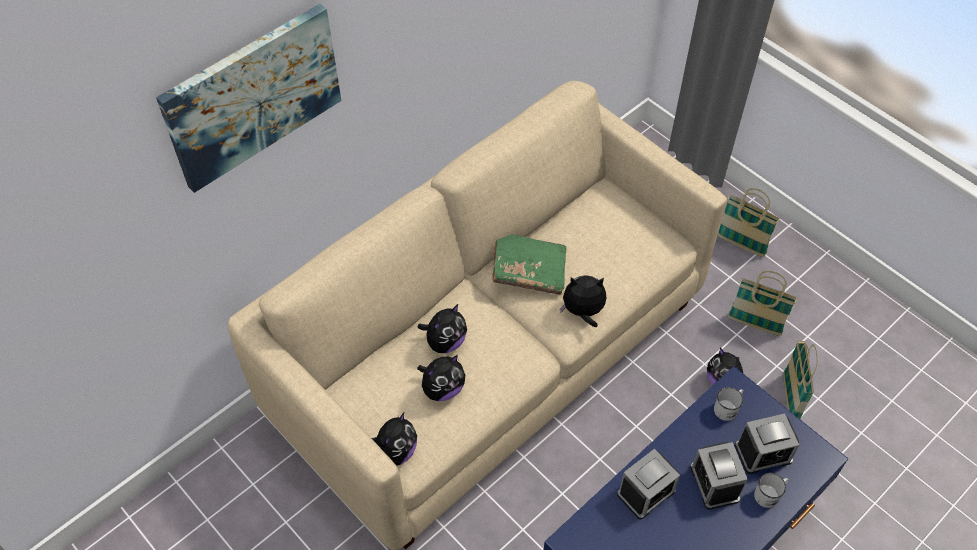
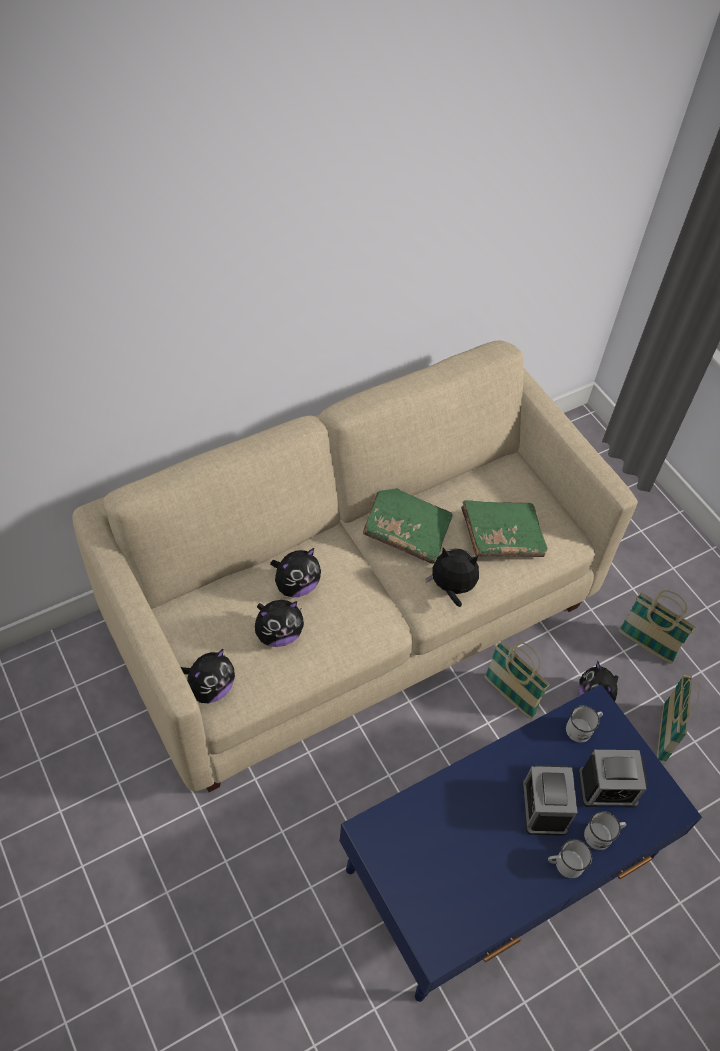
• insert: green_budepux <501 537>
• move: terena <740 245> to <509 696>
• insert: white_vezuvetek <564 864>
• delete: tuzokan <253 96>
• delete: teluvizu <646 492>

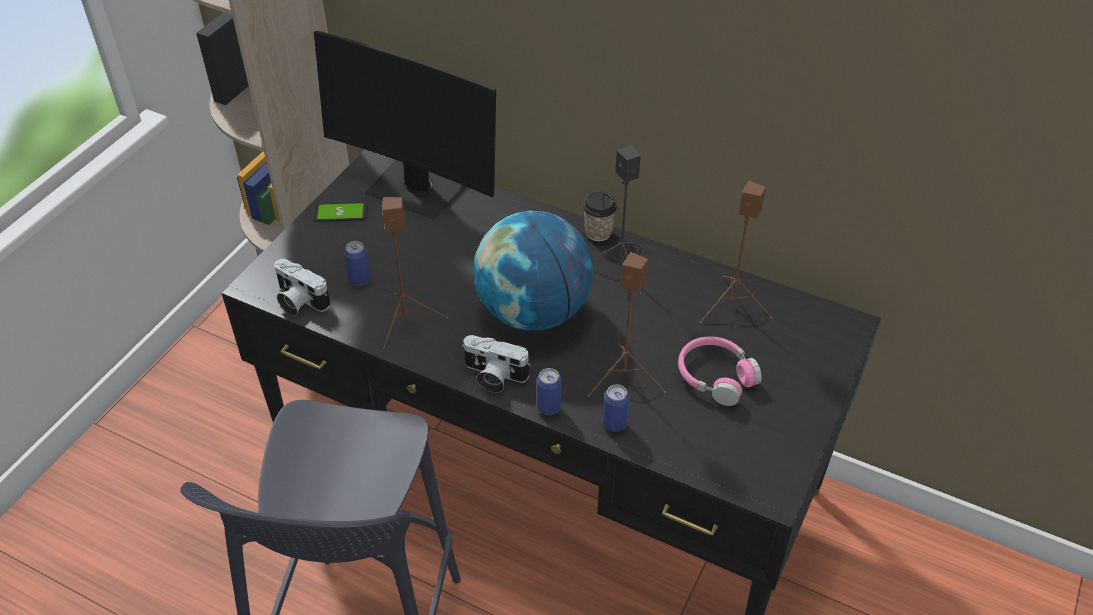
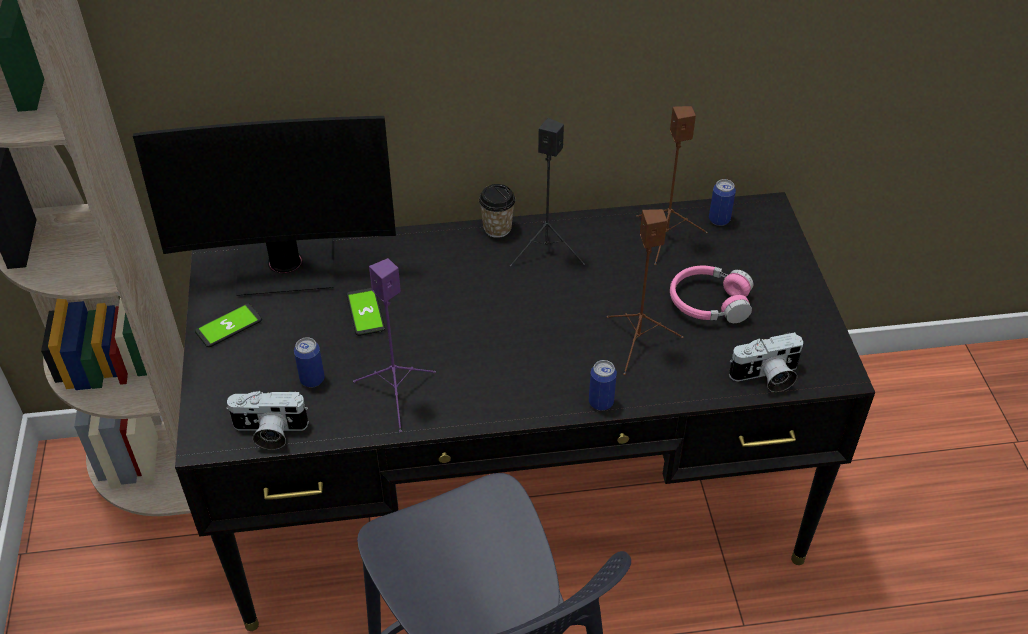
• insert: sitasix <365 312>
• recolor: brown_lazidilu <405 321> to purple_lazidilu <397 395>
• move: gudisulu <614 424> to <719 219>
• move: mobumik <493 376> to <766 377>
• delete: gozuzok <534 311>

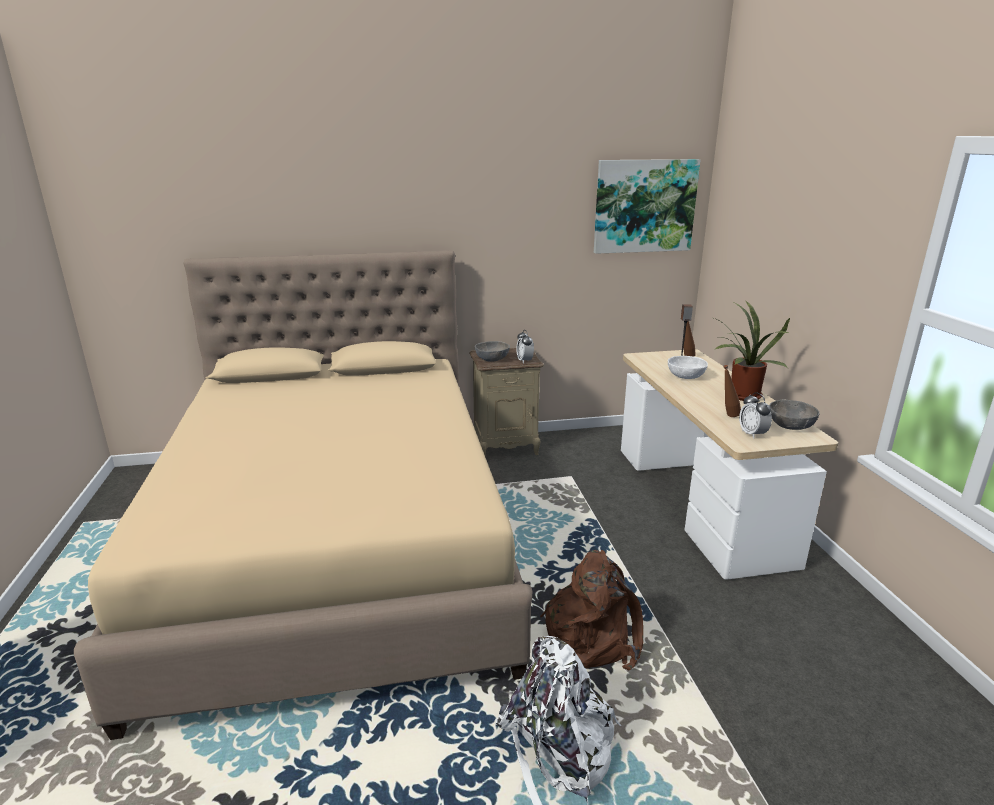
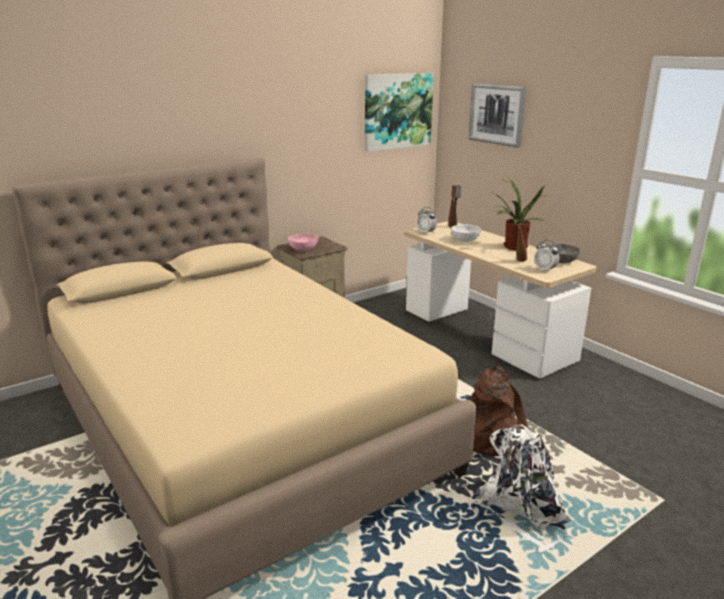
• recolor: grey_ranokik <492 359> to pink_ranokik <303 249>
• move: teluvizu <524 361> to <426 232>
• insert: tuzokan <496 114>

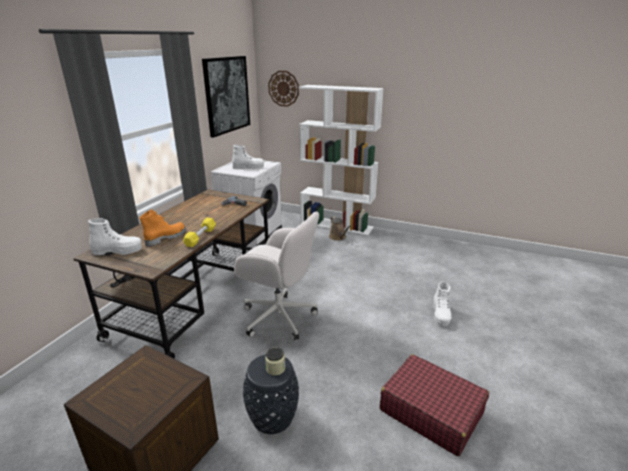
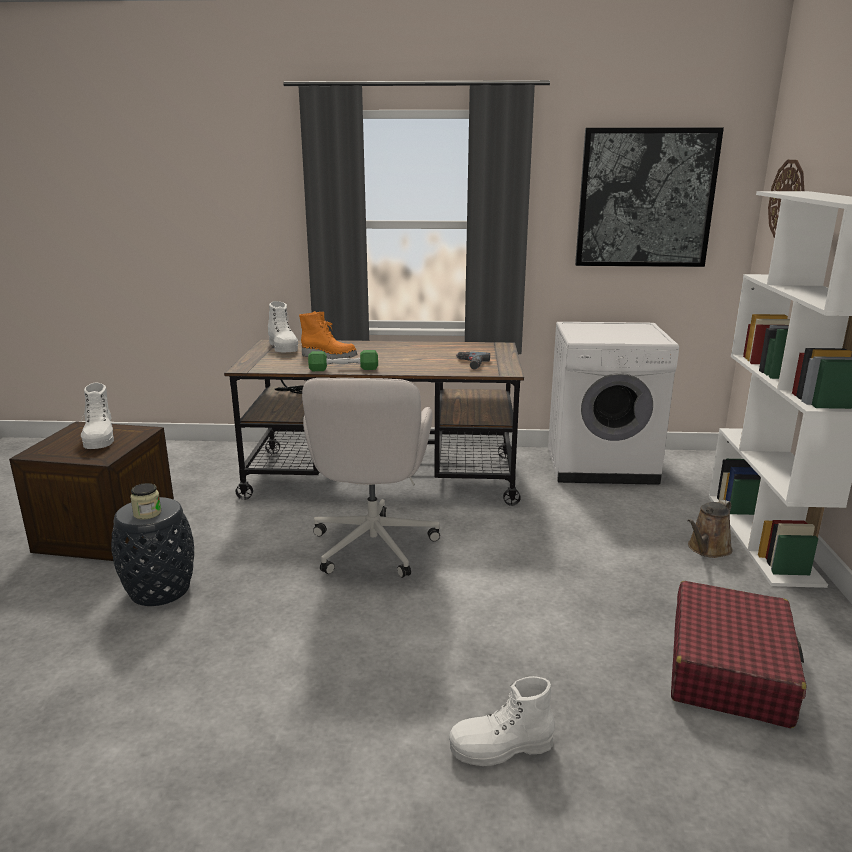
• move: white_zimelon <248 167> to <100 439>
• recolor: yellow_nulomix <200 237> to green_nulomix <343 369>
• move: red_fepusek <430 411> to <729 669>

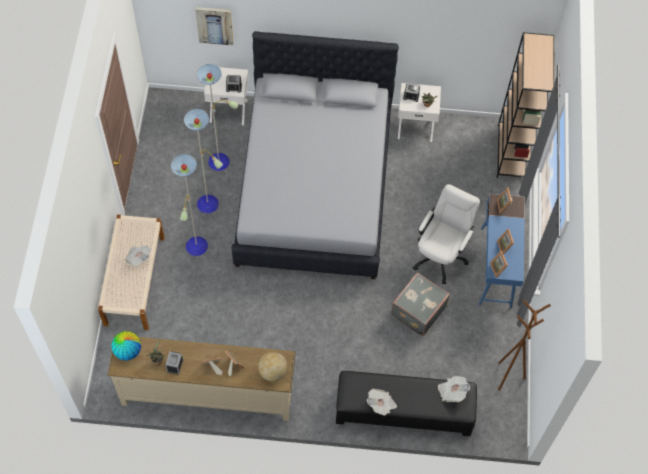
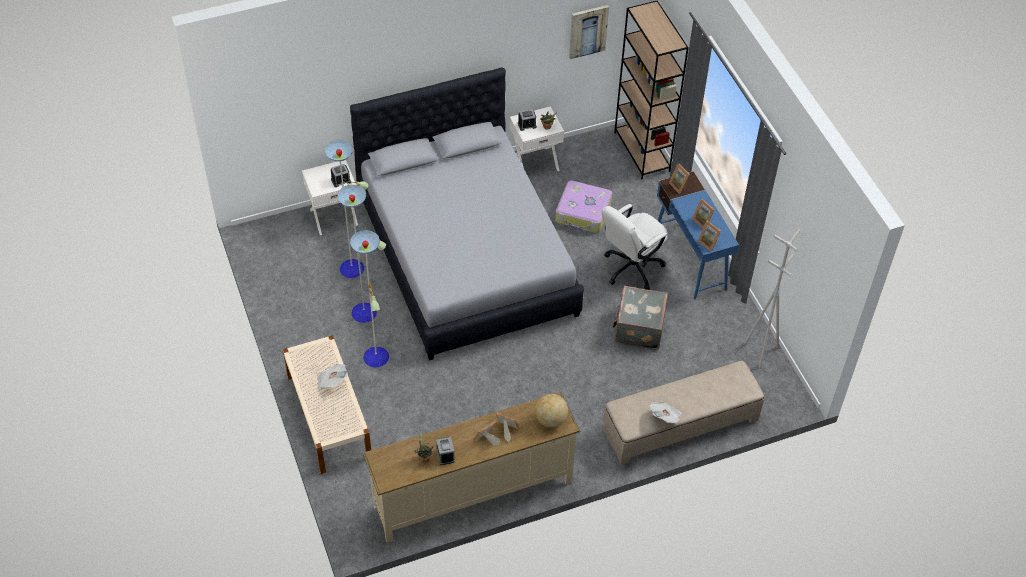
• insert: fepusek <583 213>
• move: tuzokan <215 25> to <588 31>
• rotate: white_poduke <440 256> = <630 270> 135 degrees counterclockwise
• recolor: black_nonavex <403 410> to beige_nonavex <680 424>
• recolor: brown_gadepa <507 377> to grey_gadepa <760 353>
• delete: gozuzok <128 351>
• delete: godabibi <452 391>

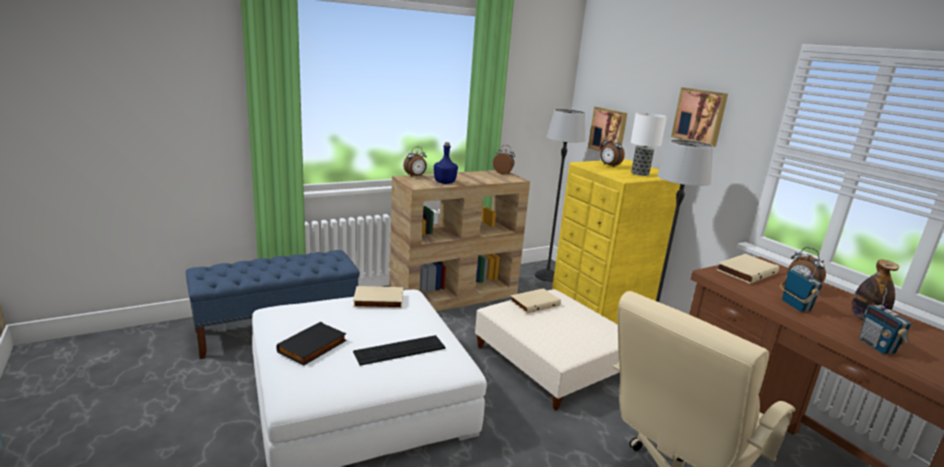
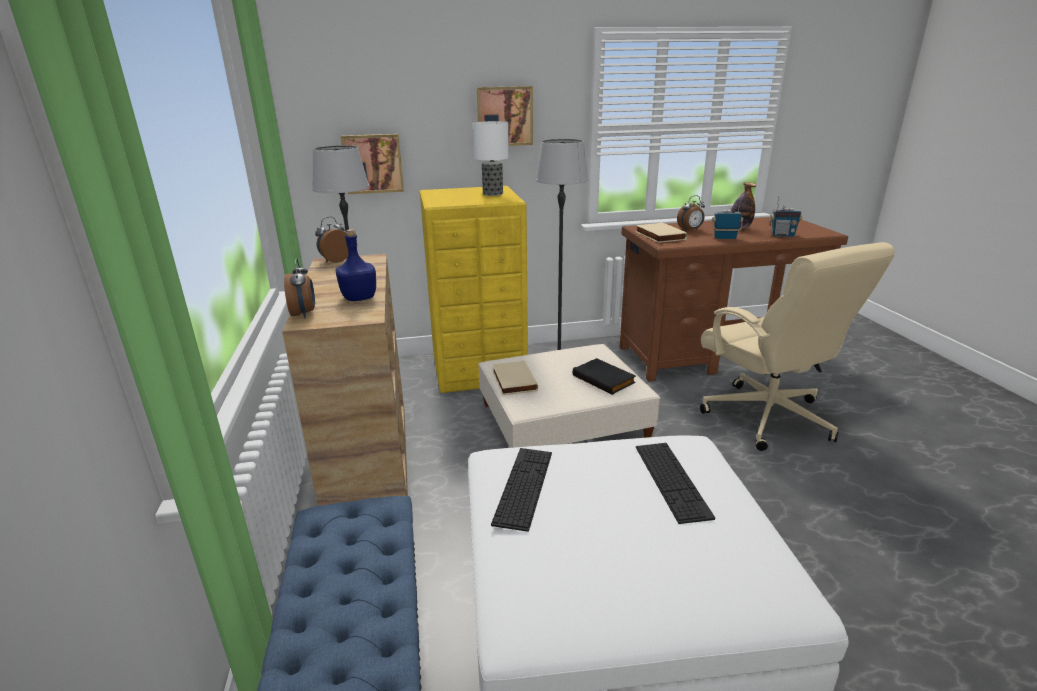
• replace: beige_budepux <378 301> to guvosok <524 486>
• move: black_budepux <313 347> to <604 379>
• delete: teluvizu <609 166>

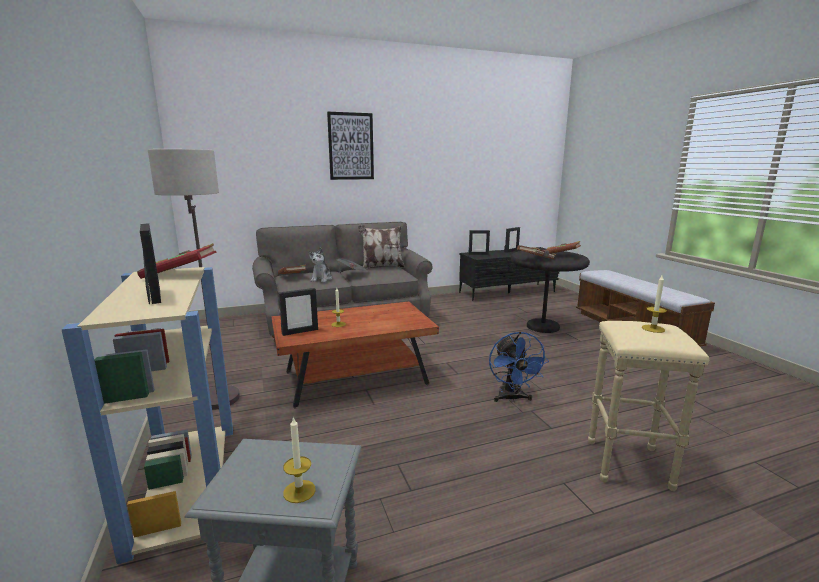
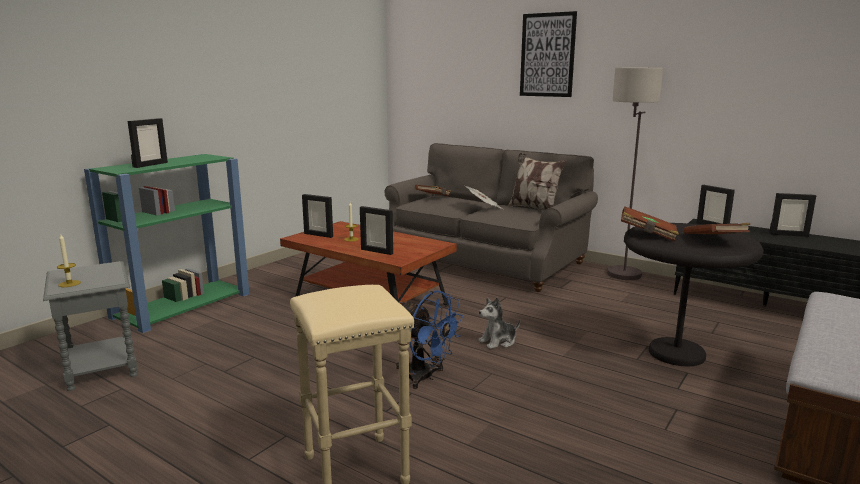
• recolor: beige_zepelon <187 482> to green_zepelon <183 305>
• insert: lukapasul <377 251>
• rotate: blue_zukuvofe <512 398> = <425 377> 105 degrees counterclockwise
• move: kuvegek <321 279> to <498 342>
• move: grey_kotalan <218 405> to <620 277>
• delete: red_budepux <180 274>
• delete: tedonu <653 328>

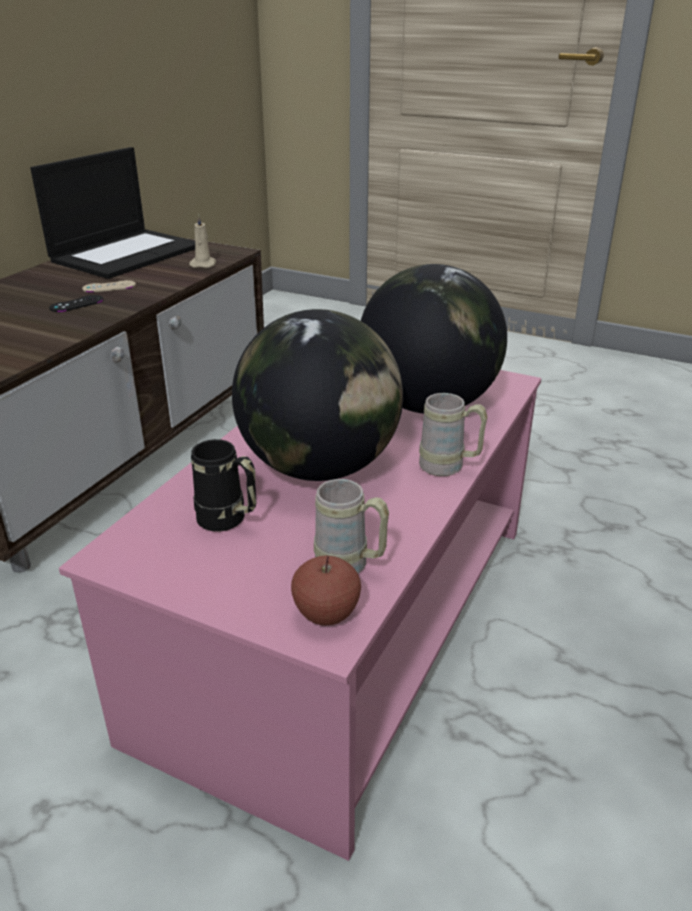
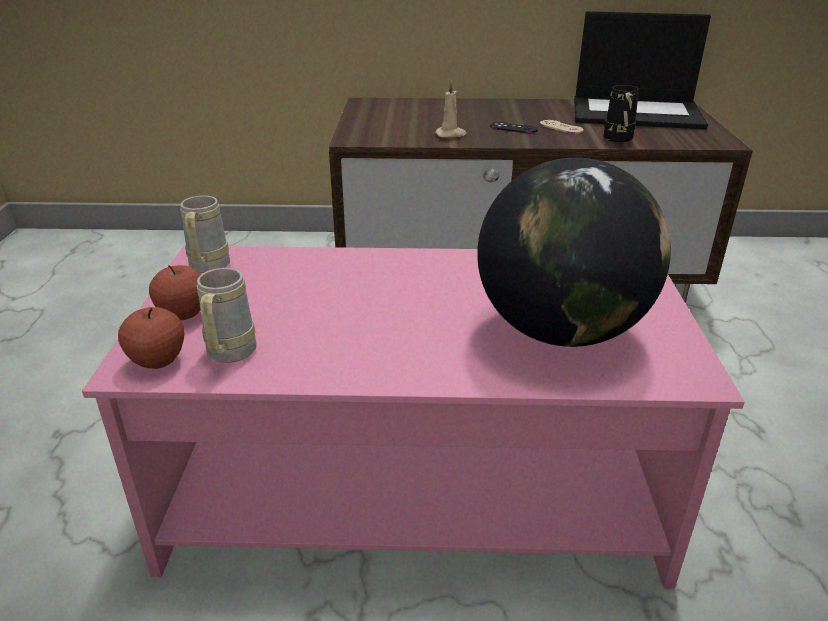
• insert: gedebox <183 314>
• move: beige_vezuvetek <449 468> to <207 269>
• move: beige_tedonu <203 264> to <451 134>
• move: black_vezuvetek <228 522> to <618 140>
• delete: gozuzok <319 467>

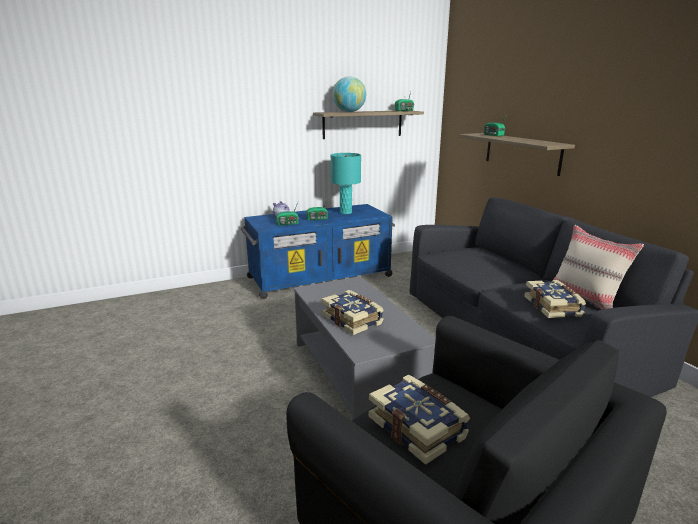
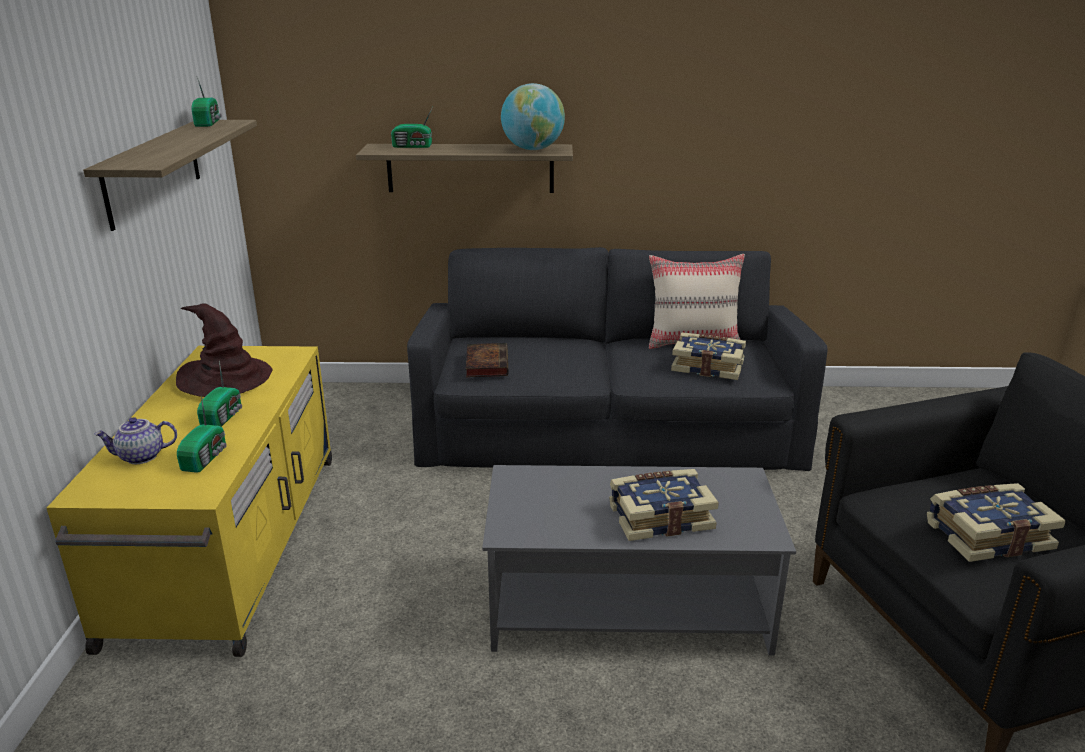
• recolor: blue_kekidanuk <321 277> to yellow_kekidanuk <232 542>
• replace: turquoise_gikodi <345 212> to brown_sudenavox <225 379>
• insert: budepux <486 363>
• move: gozuzok <349 112> to <532 149>

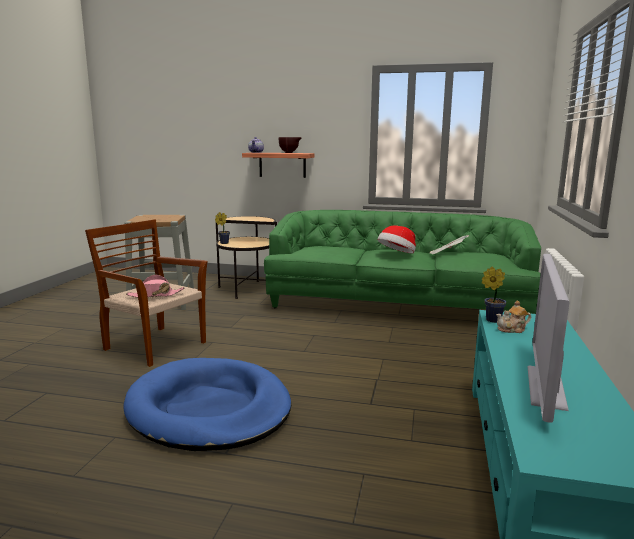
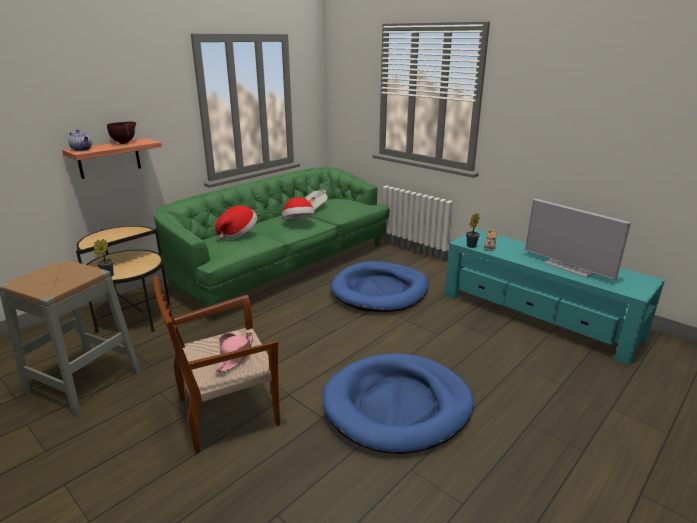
• insert: sudenavox <238 234>
• insert: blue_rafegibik <380 291>

